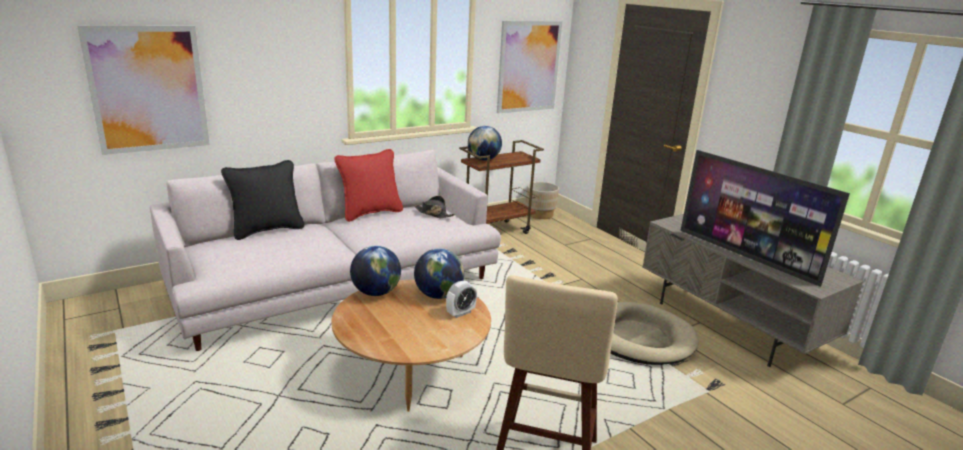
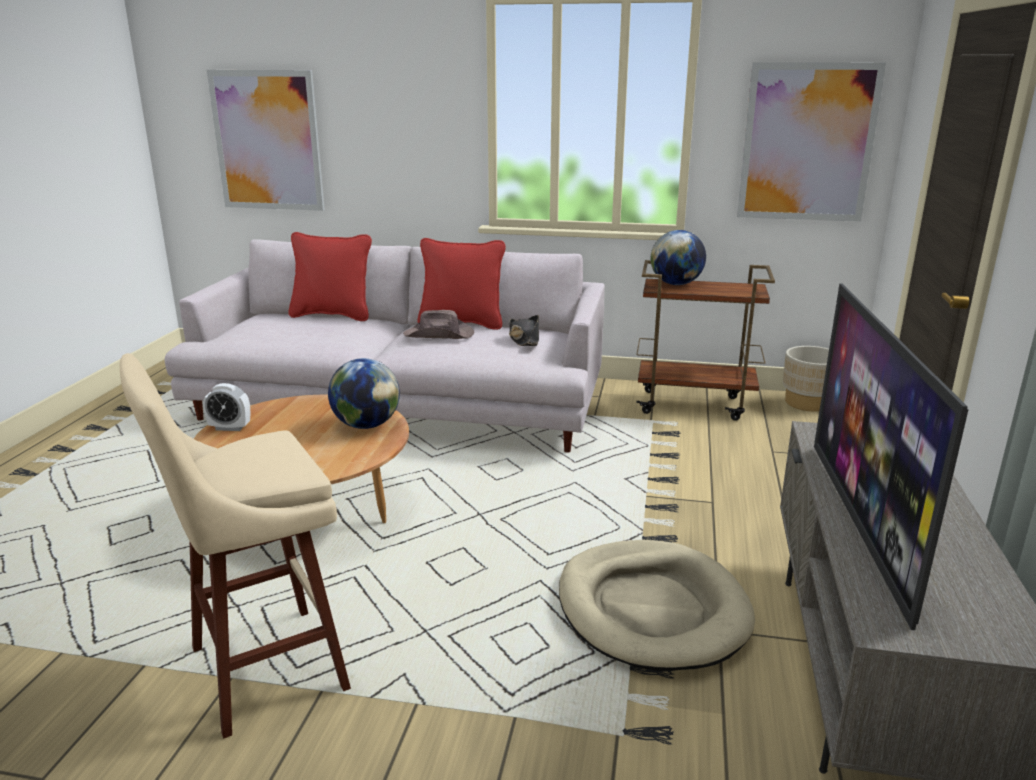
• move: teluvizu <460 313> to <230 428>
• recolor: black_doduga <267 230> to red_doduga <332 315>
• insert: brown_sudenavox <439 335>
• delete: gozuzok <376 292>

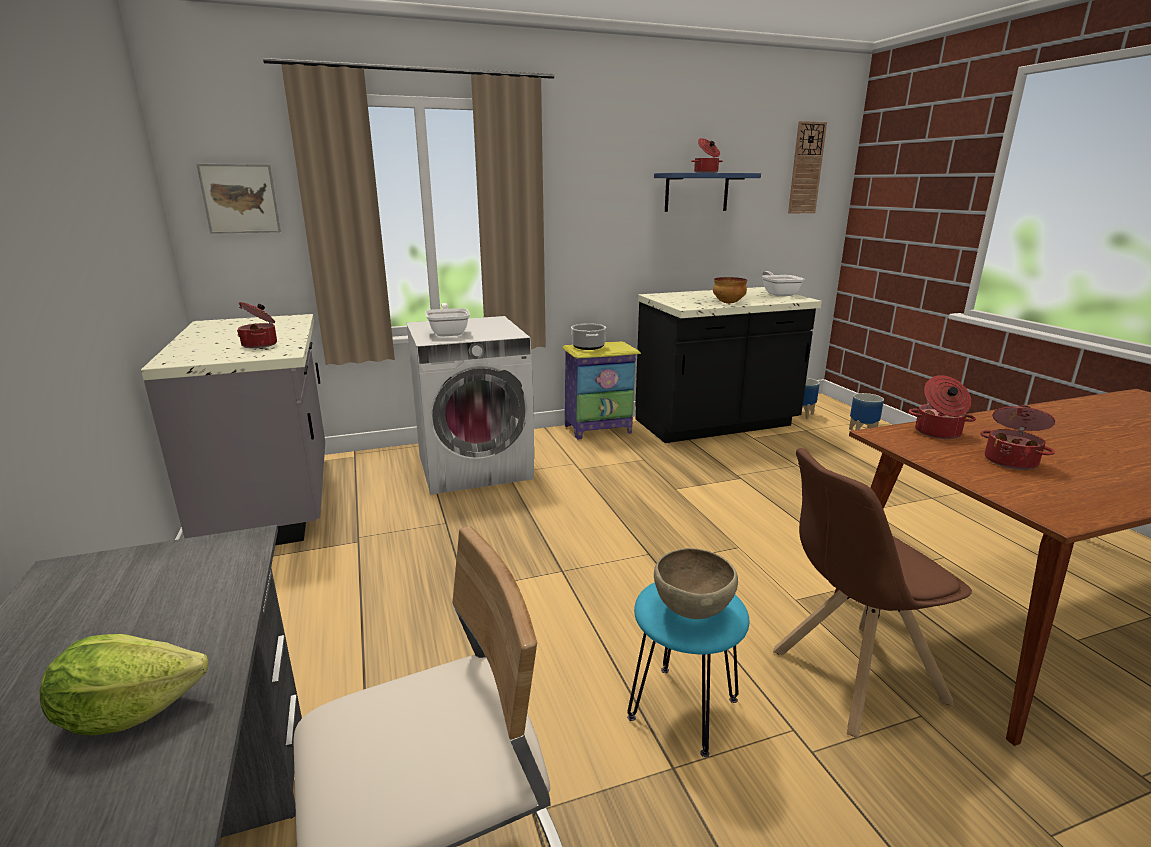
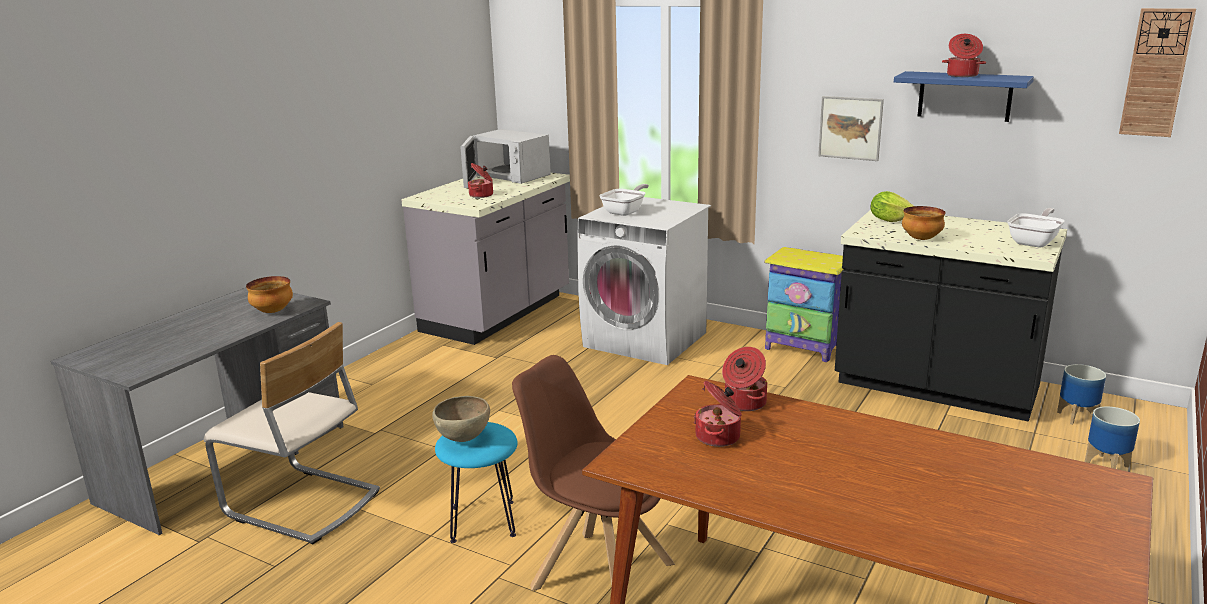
• insert: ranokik <272 311>
• insert: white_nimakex <508 176>
• move: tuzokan <240 199> to <850 128>
• move: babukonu <129 712> to <889 220>
• delete: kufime <588 347>

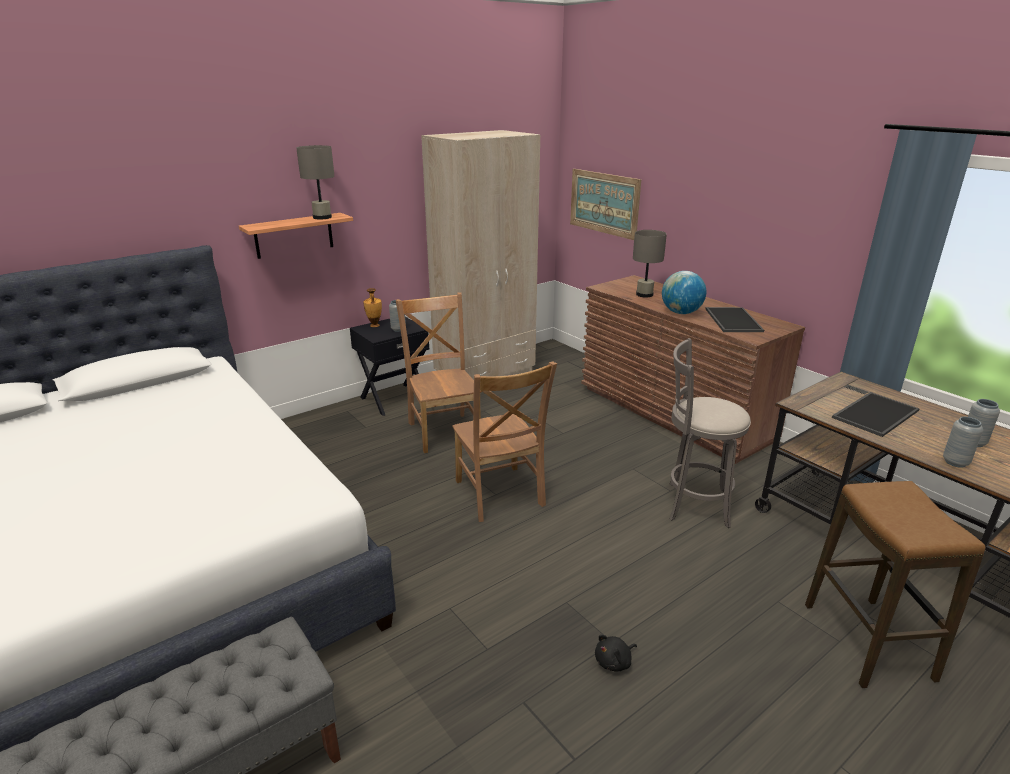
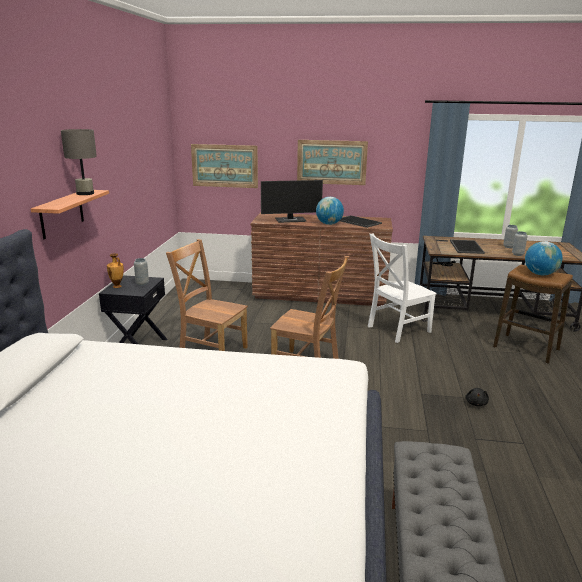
• replace: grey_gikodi <645 294> to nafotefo <291 220>
• insert: tuzokan <331 162>
• replace: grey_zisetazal <693 504> to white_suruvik <397 329>
• insert: gozuzok <540 274>
• delete: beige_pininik <486 373>

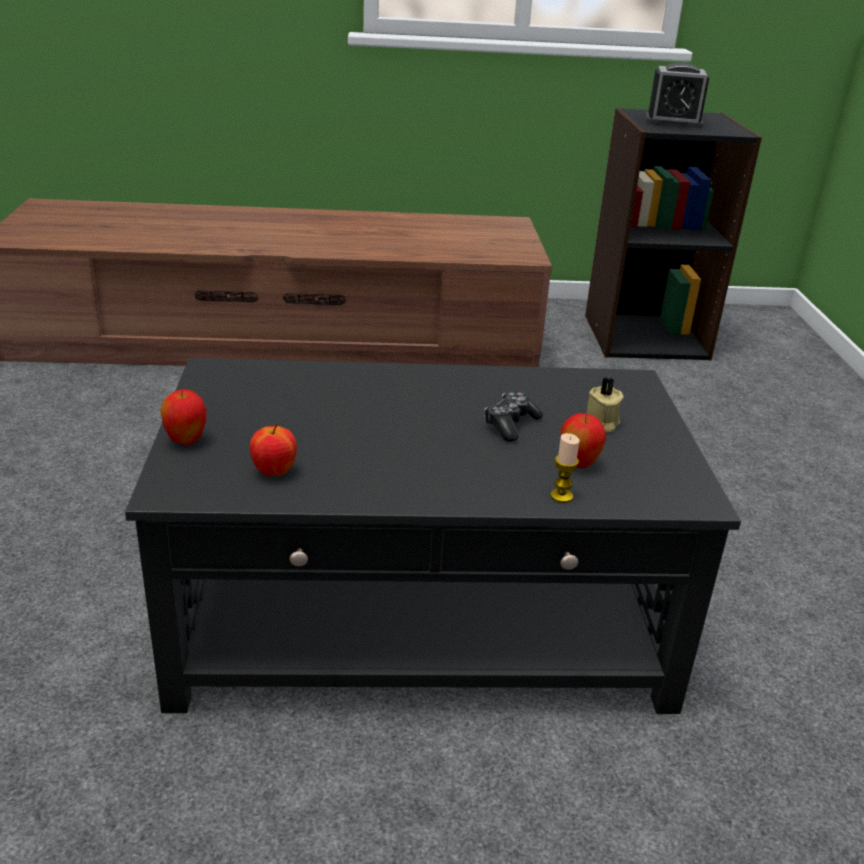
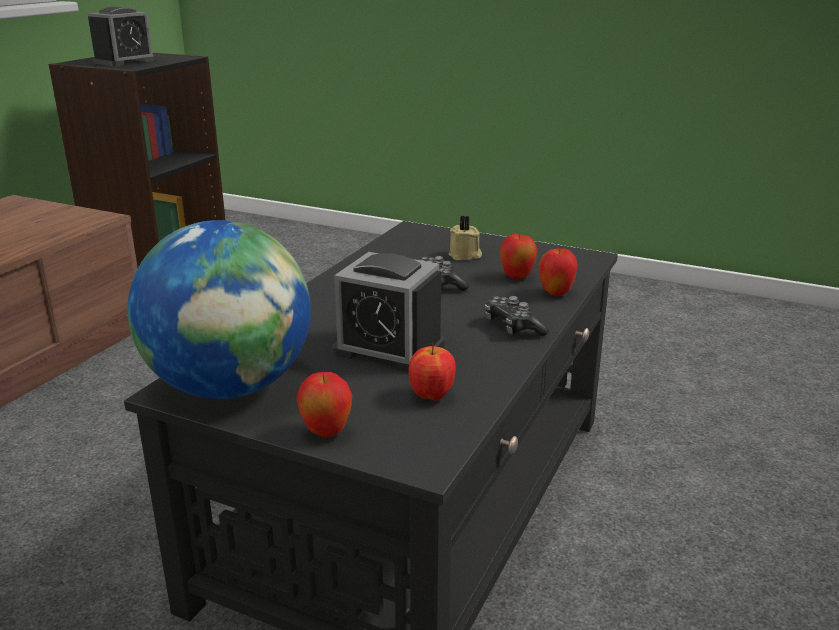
• insert: gozuzok <230 387>
• insert: teluvizu <389 349>
• insert: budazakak <513 327>
• replace: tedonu <561 496> to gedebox <556 293>

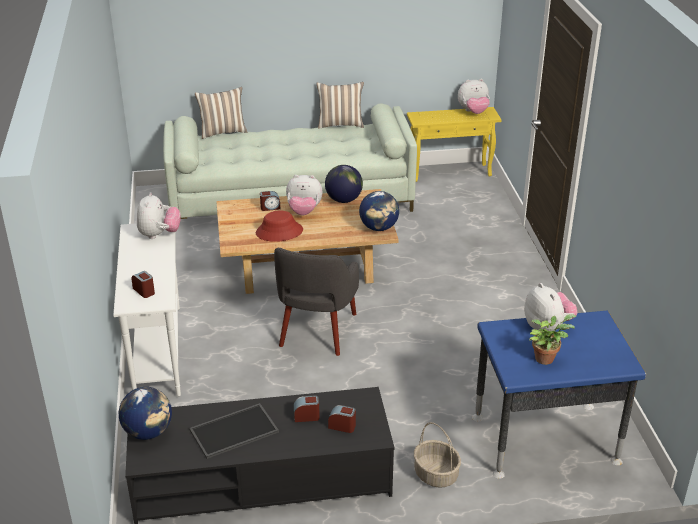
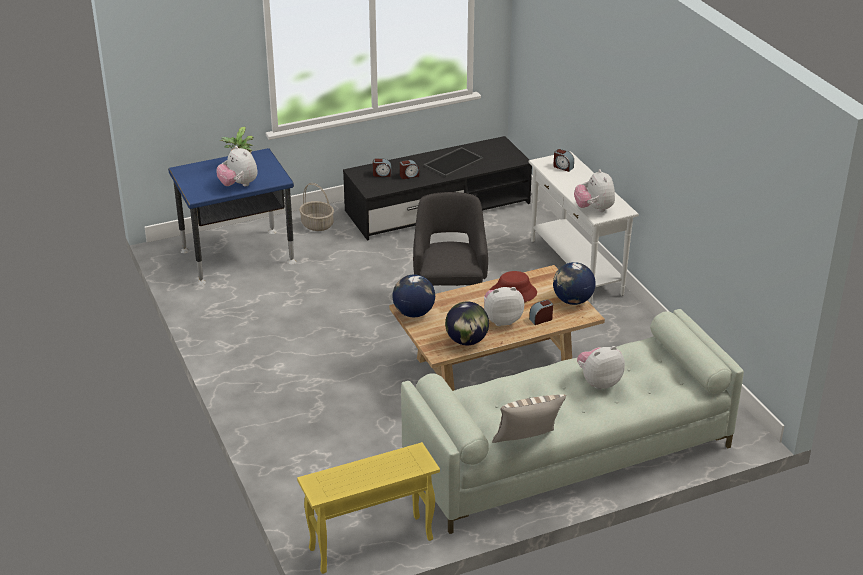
• move: gozuzok <148 432> to <572 301>
• move: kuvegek <473 112> to <598 382>
• delete: doduga <223 132>

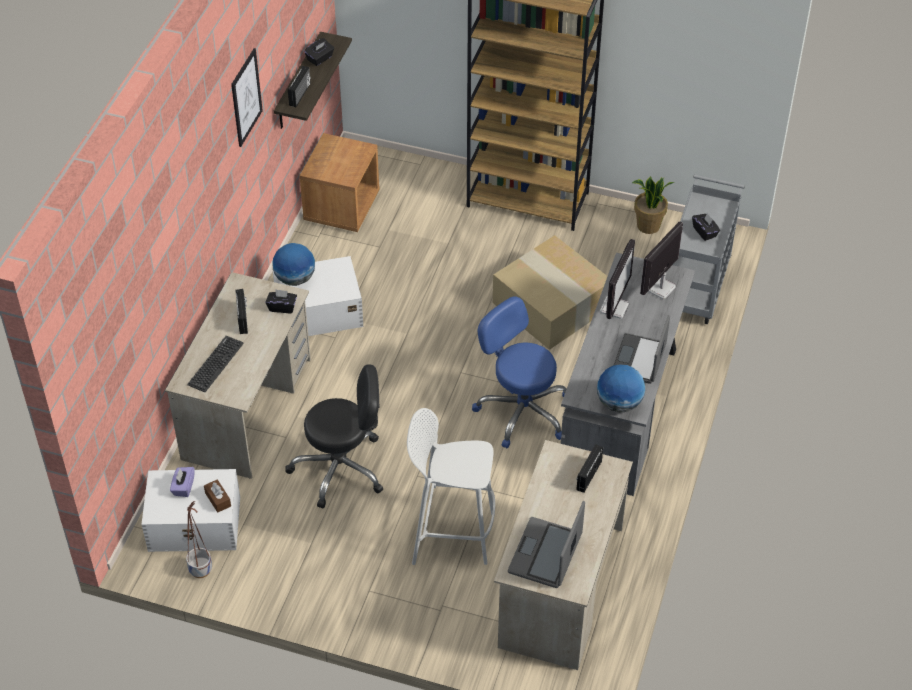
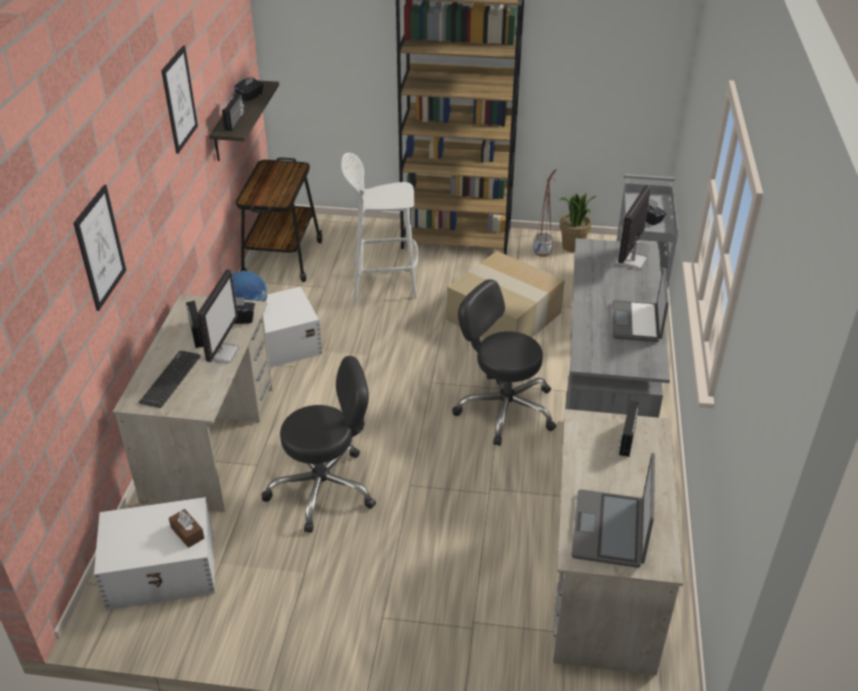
• insert: tuzokan <100 247>
• move: nafotefo <614 307> to <221 353>
• replace: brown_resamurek <342 207> to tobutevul <282 260>
• move: white_zisetazal <451 534> to <382 284>
• recolor: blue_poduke <520 408> to black_poduke <501 407>
• move: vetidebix <201 569> to <542 252>
• delete: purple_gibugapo <183 487>
• delete: gozuzok <619 403>

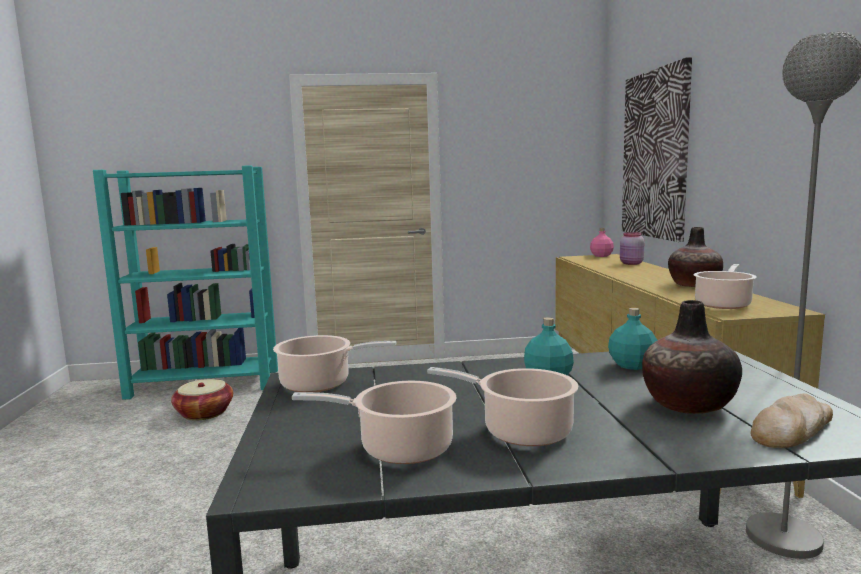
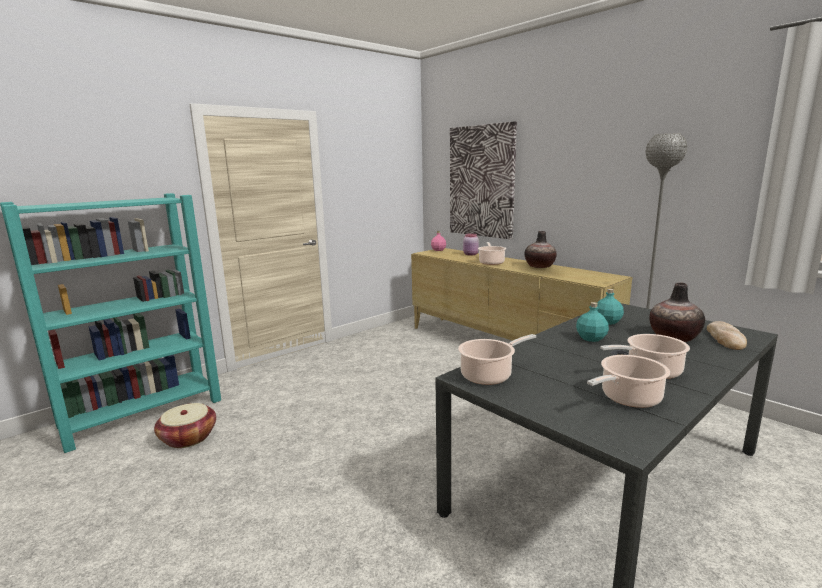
• move: kufime <723 304> to <491 262>

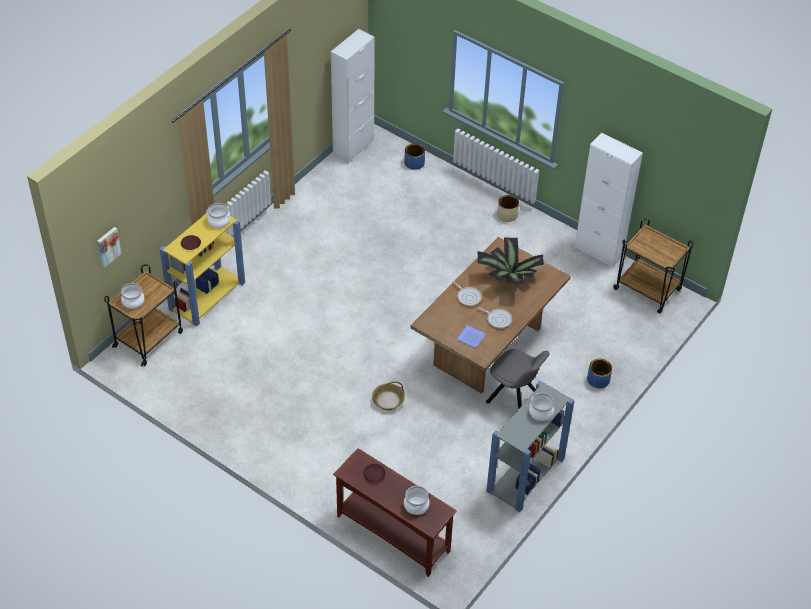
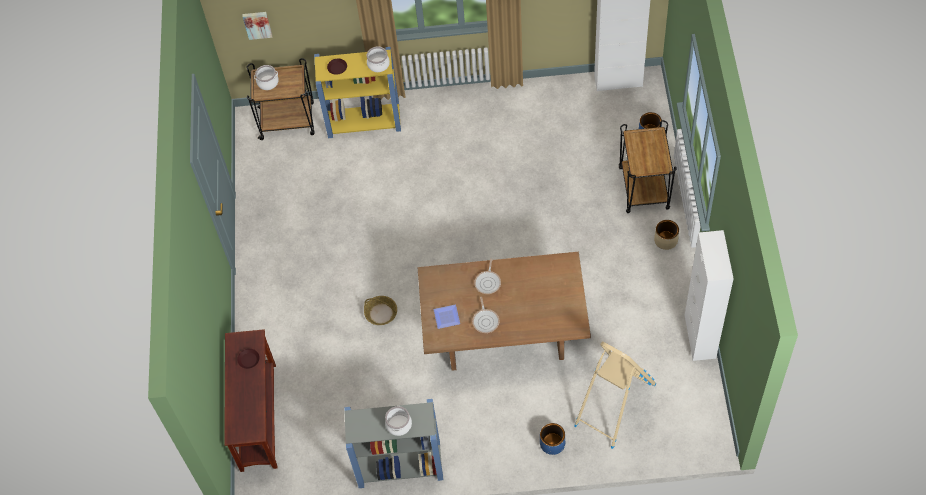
• insert: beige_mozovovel <615 404>
• move: brown_tobutevul <648 290> to <643 189>
• delete: kufime <416 505>
• delete: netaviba <508 278>
• delete: grey_suruvik <514 399>

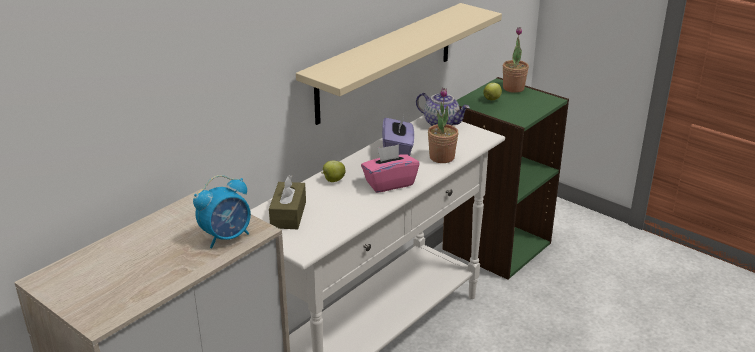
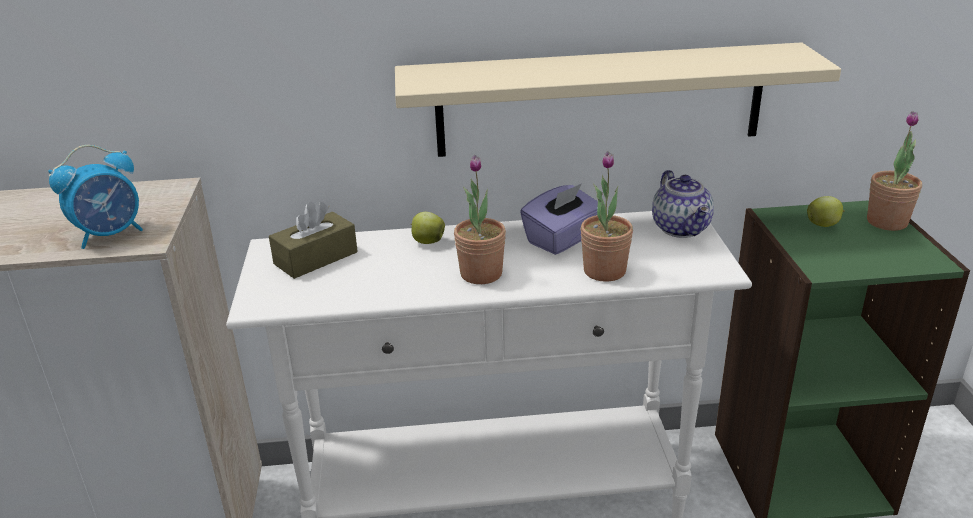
• rotate: teluvizu <227 237> = <111 235> 45 degrees counterclockwise
• replace: pink_gibugapo <389 183> to netaviba <481 274>

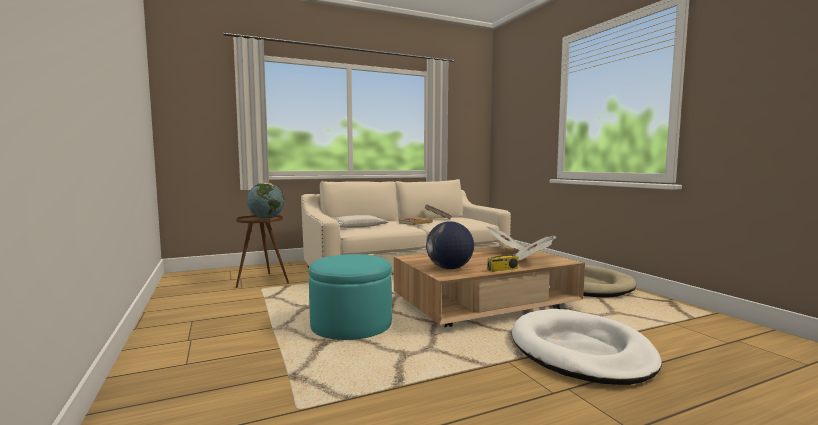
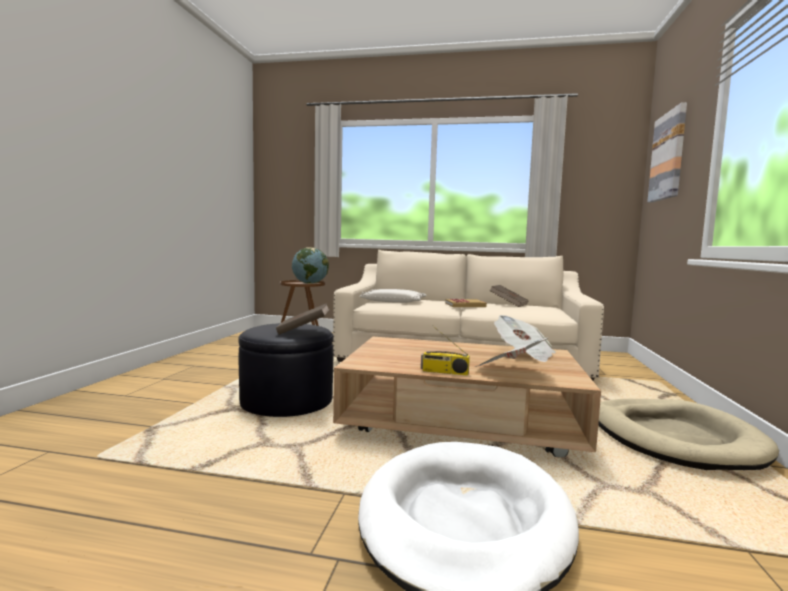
• recolor: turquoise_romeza <351 324> to black_romeza <287 400>
• insert: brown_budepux <303 331>
• insert: tuzokan <668 156>
• delete: gozuzok <449 268>

